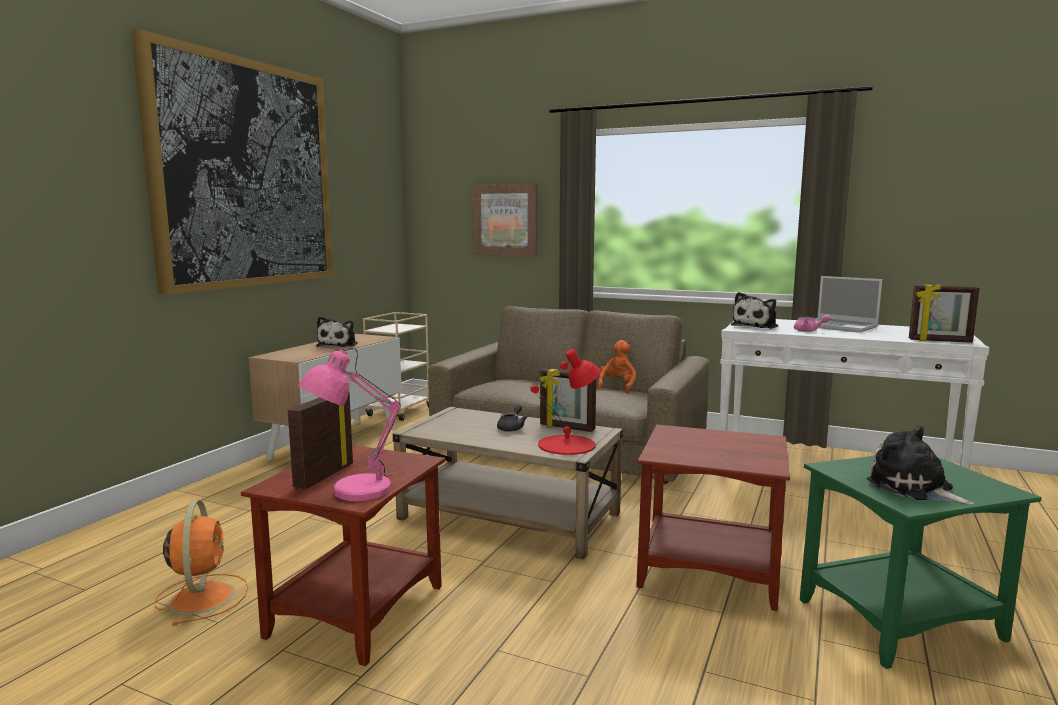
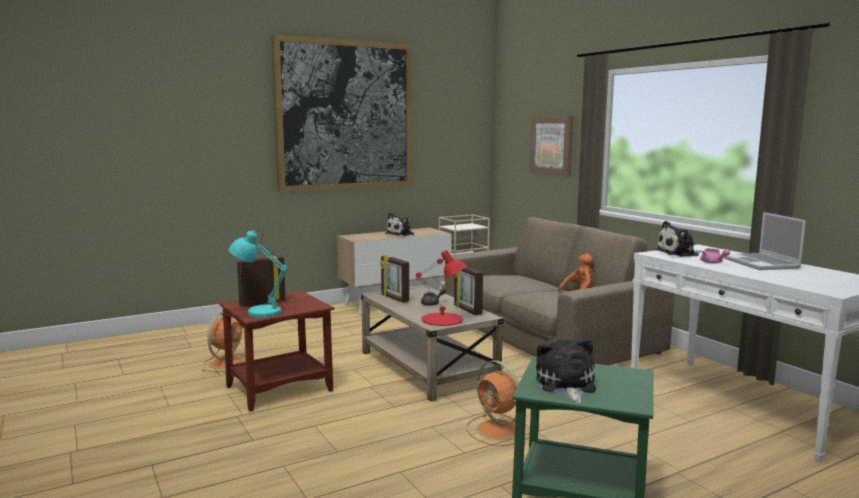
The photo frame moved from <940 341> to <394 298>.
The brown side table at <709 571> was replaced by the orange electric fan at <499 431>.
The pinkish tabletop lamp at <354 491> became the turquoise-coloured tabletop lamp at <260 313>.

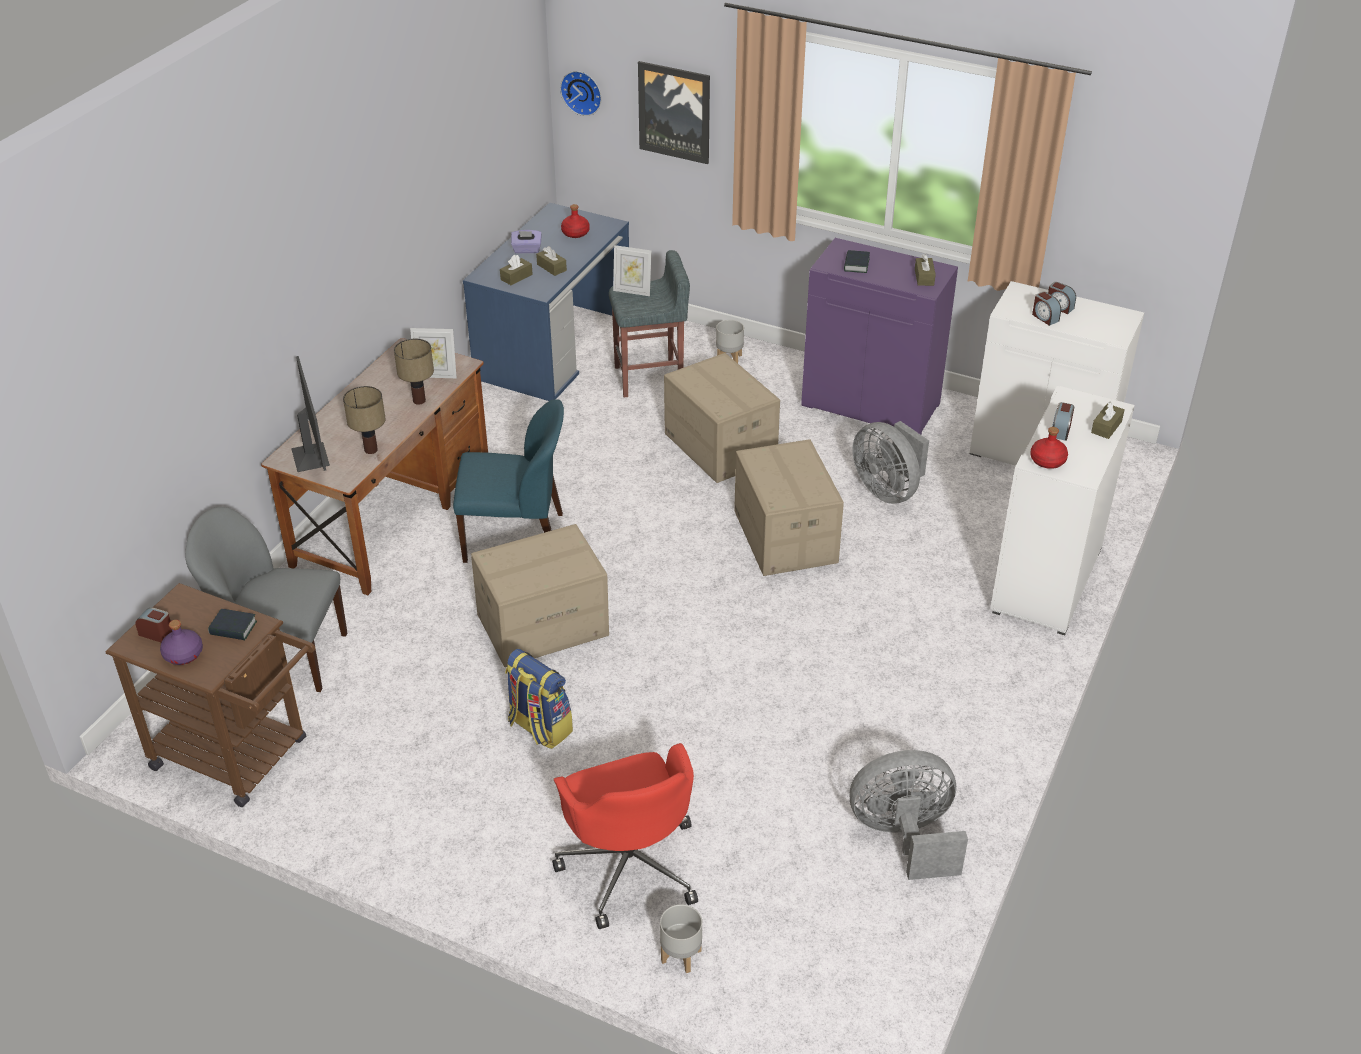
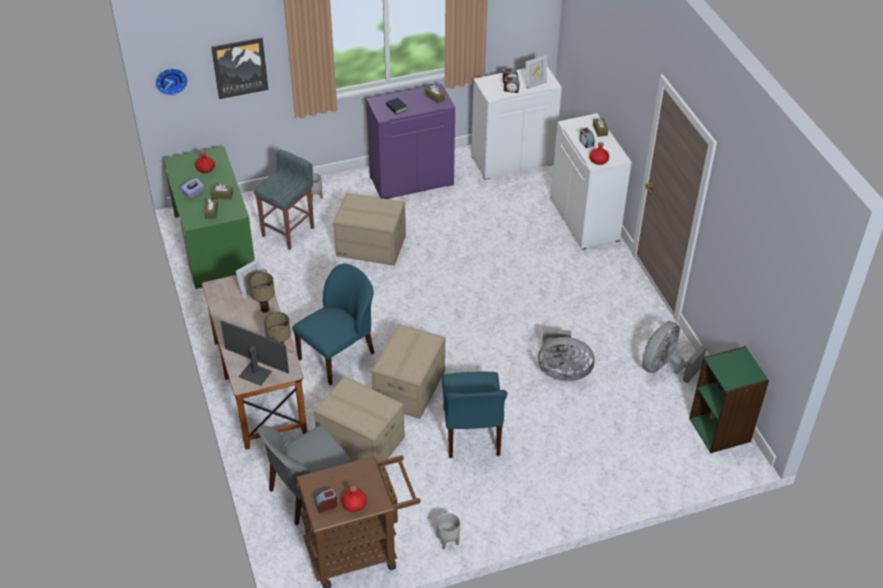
The book at <233 628> disappeared.
The red office chair at <630 865> disappeared.
The green bookshelf at <720 430> appeared.
The photo frame moved from <632 291> to <535 84>.
The grey plant pot moved from <680 956> to <448 540>.
The packing box moved from <784 537> to <360 441>.
The grey electric fan moved from <888 490> to <562 372>.
The backpack at <539 727> was replaced by the blue-coloured chair at <471 433>.
The purplish drink bottle at <184 654> became the red drink bottle at <354 504>.
The blue-coloured desk table at <553 347> became the green desk table at <214 244>.

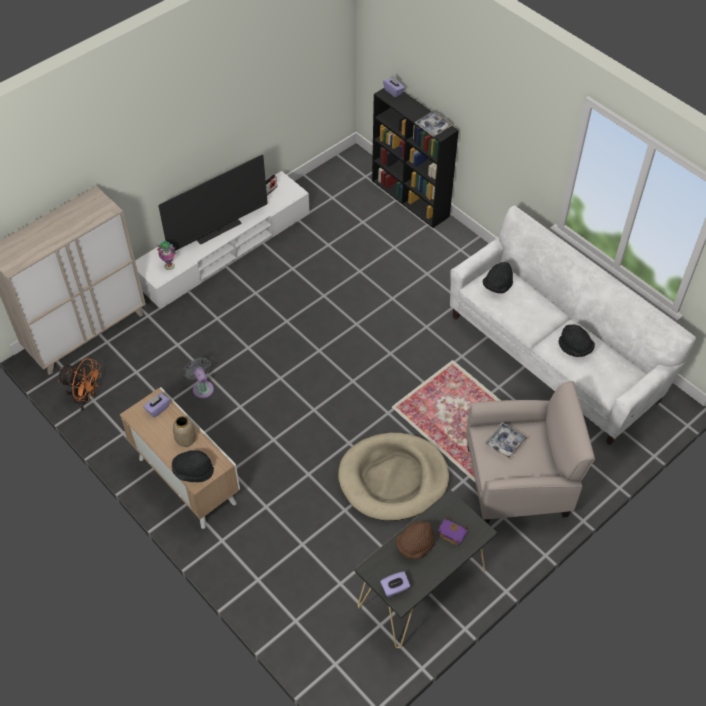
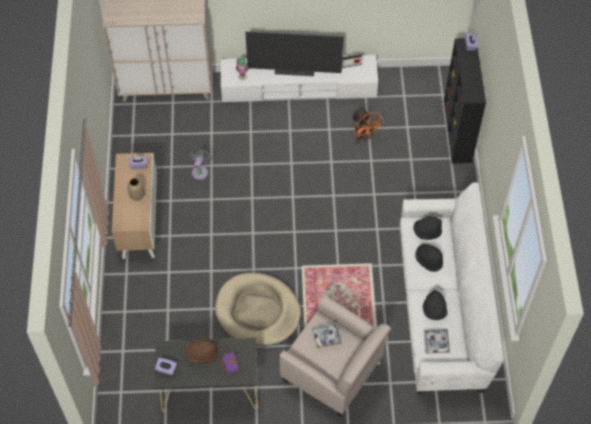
The orange electric fan moved from <86 398> to <363 137>.
The black hat moved from <193 471> to <428 260>.
The tray moved from <433 126> to <436 342>.

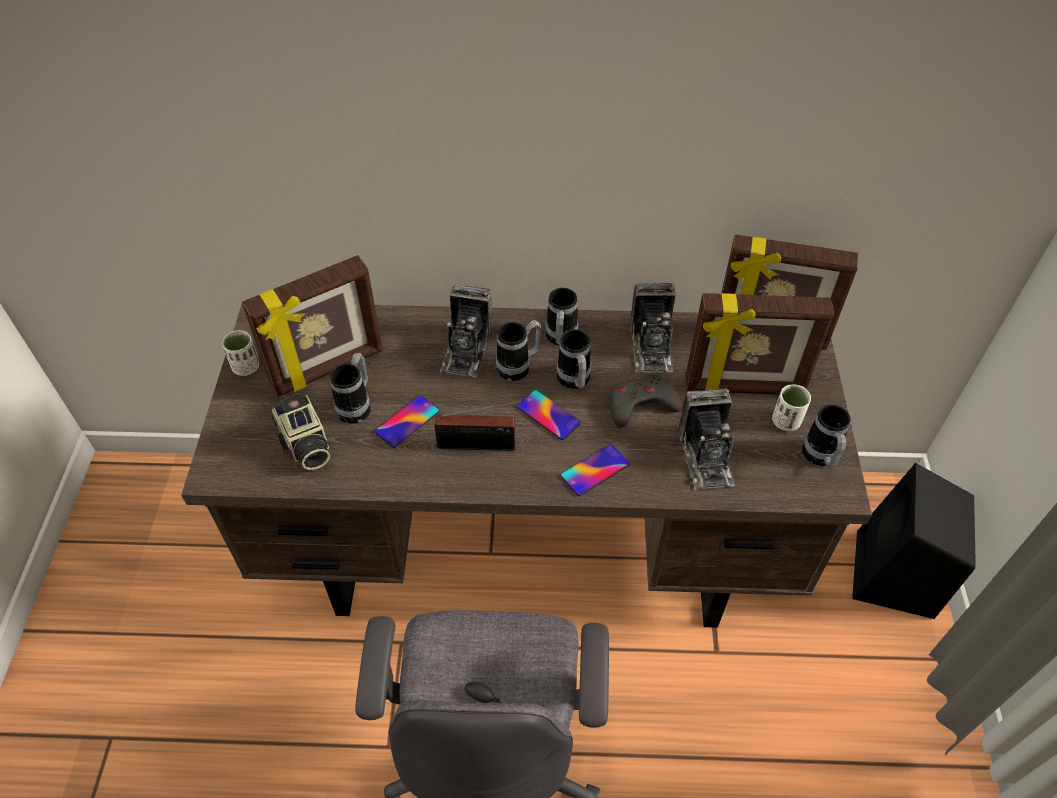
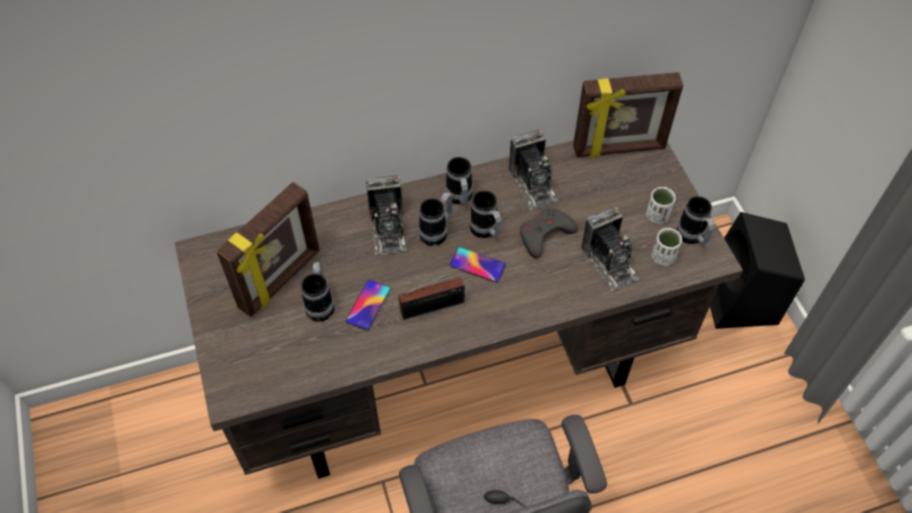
The photo camera at <305 445> disappeared.
The handset at <595 470> disappeared.
The photo frame at <744 388> disappeared.
The white-coloured cup moved from <246 367> to <663 257>.

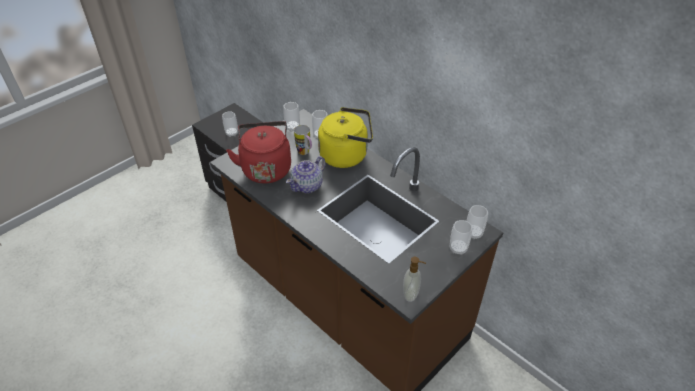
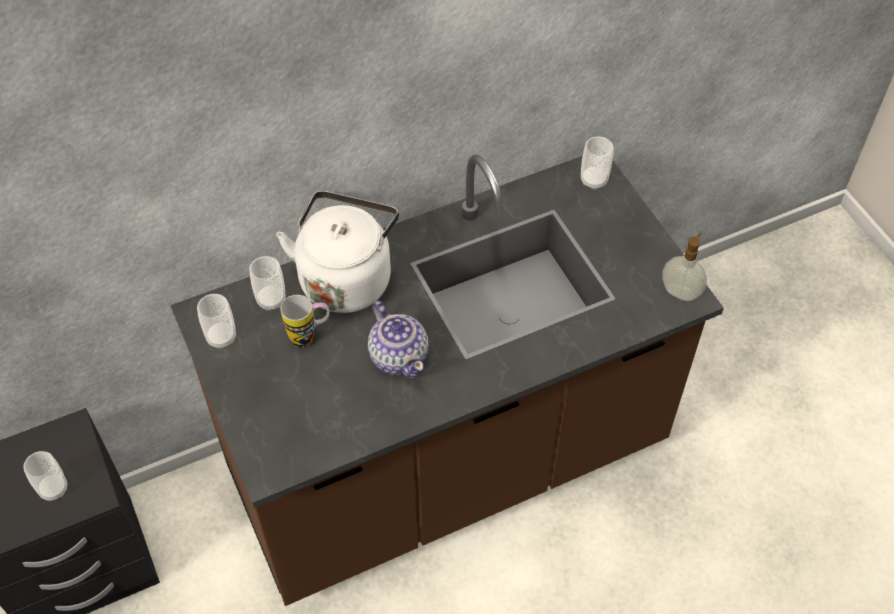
The red water kettle at <266 168> disappeared.
The cup at <458 248> disappeared.
The yellowish water kettle at <346 155> became the white-coloured water kettle at <346 277>.

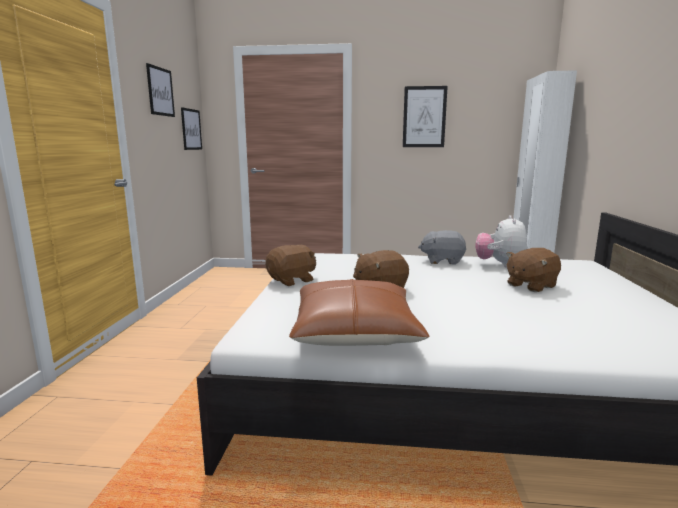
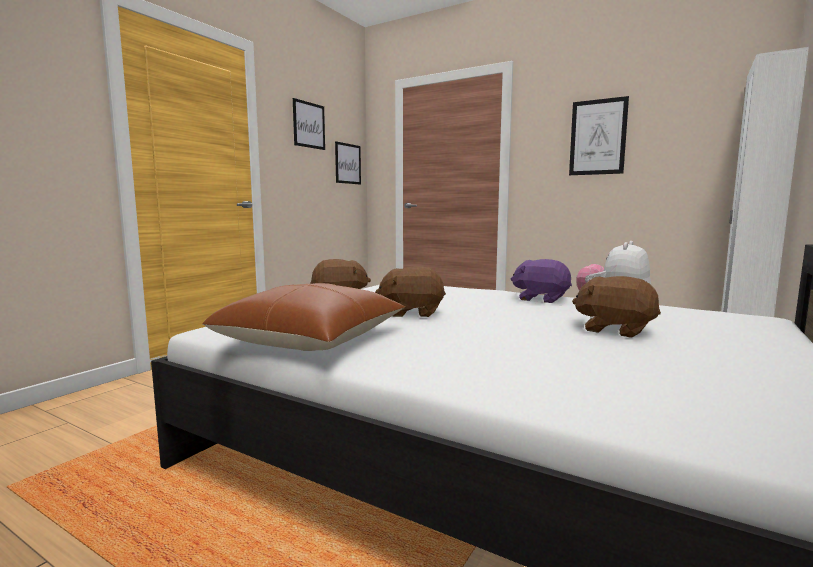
The grey soft toy at <442 261> became the purplish soft toy at <541 299>.
The brown soft toy at <530 285> turned 45 degrees clockwise.

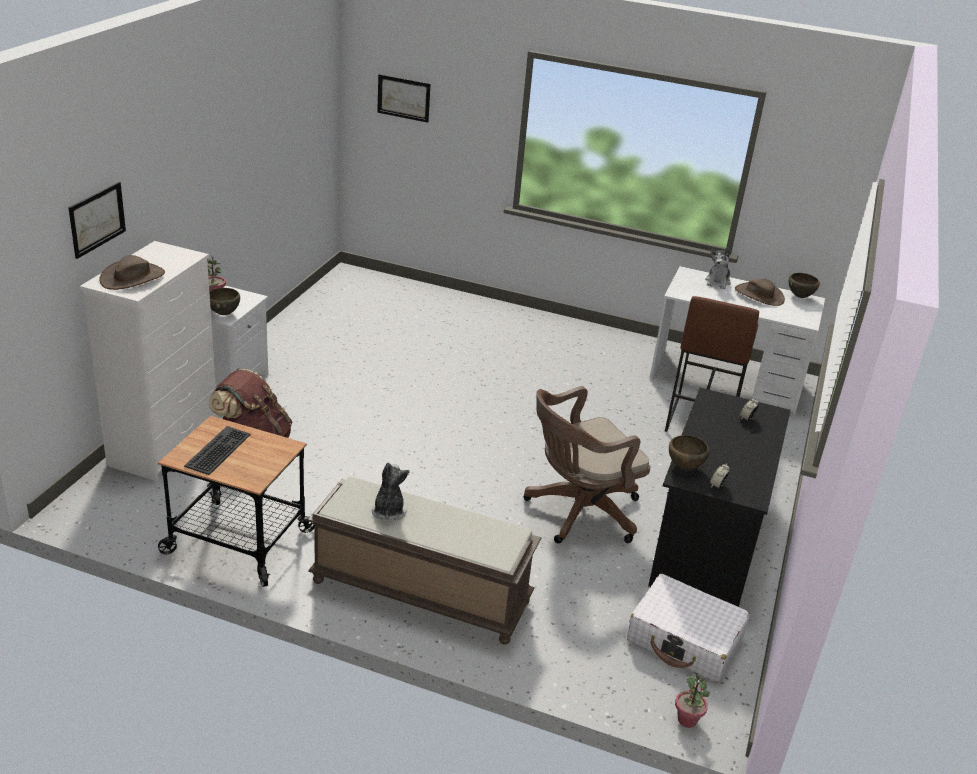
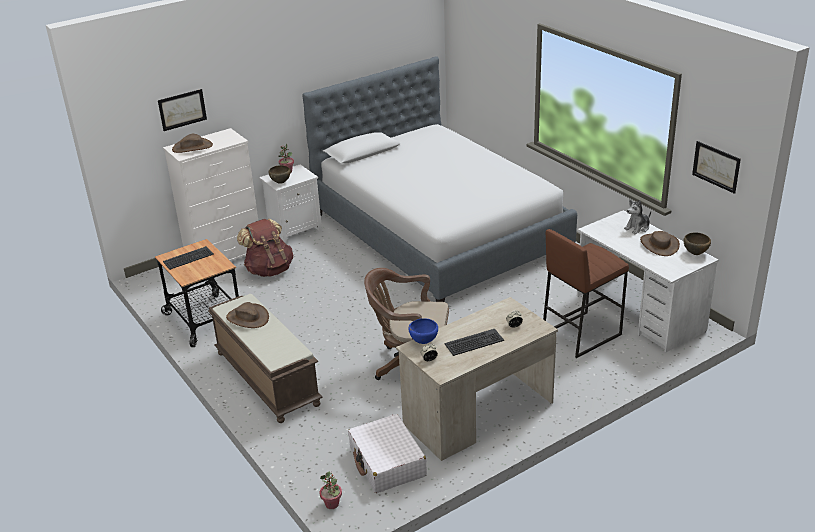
The bed at <438 232> appeared.
The PC keyboard at <474 343> appeared.
The wall art moved from <403 98> to <716 166>.
The soft toy at <388 511> was replaced by the brown hat at <247 318>.
The black desk table at <708 543> became the beige-coloured desk table at <478 414>.
The brown serving bowl at <684 467> became the blue-coloured serving bowl at <423 342>.

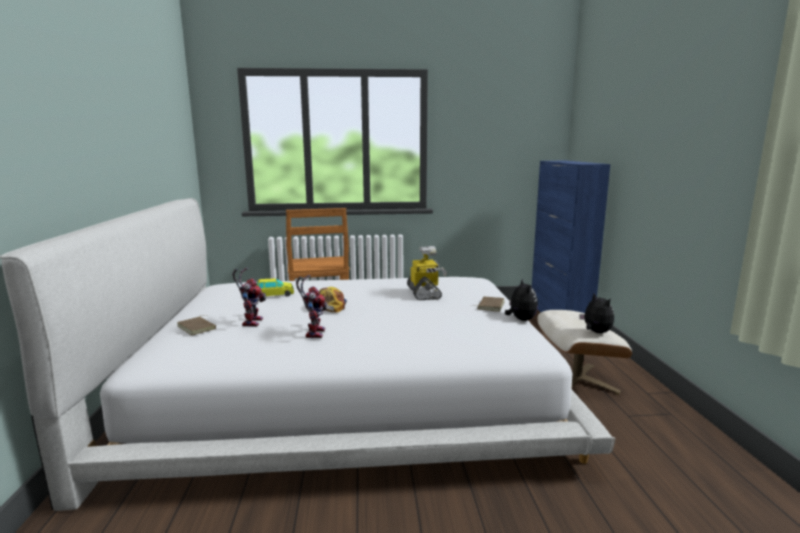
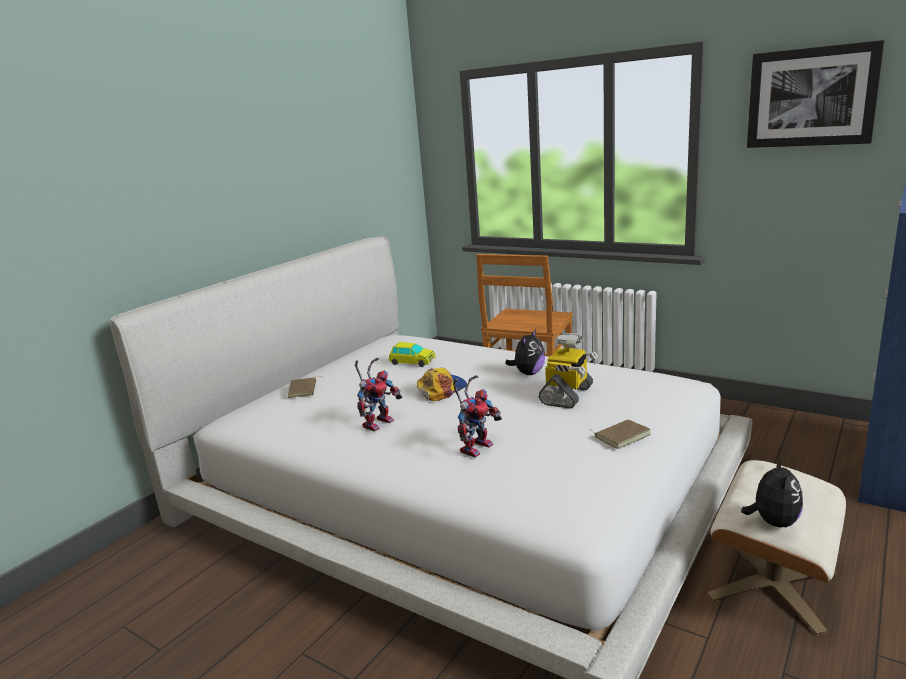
The wall art at <811 97> appeared.
The toy robot moved from <251 321> to <476 446>.
The soft toy moved from <520 319> to <528 373>.

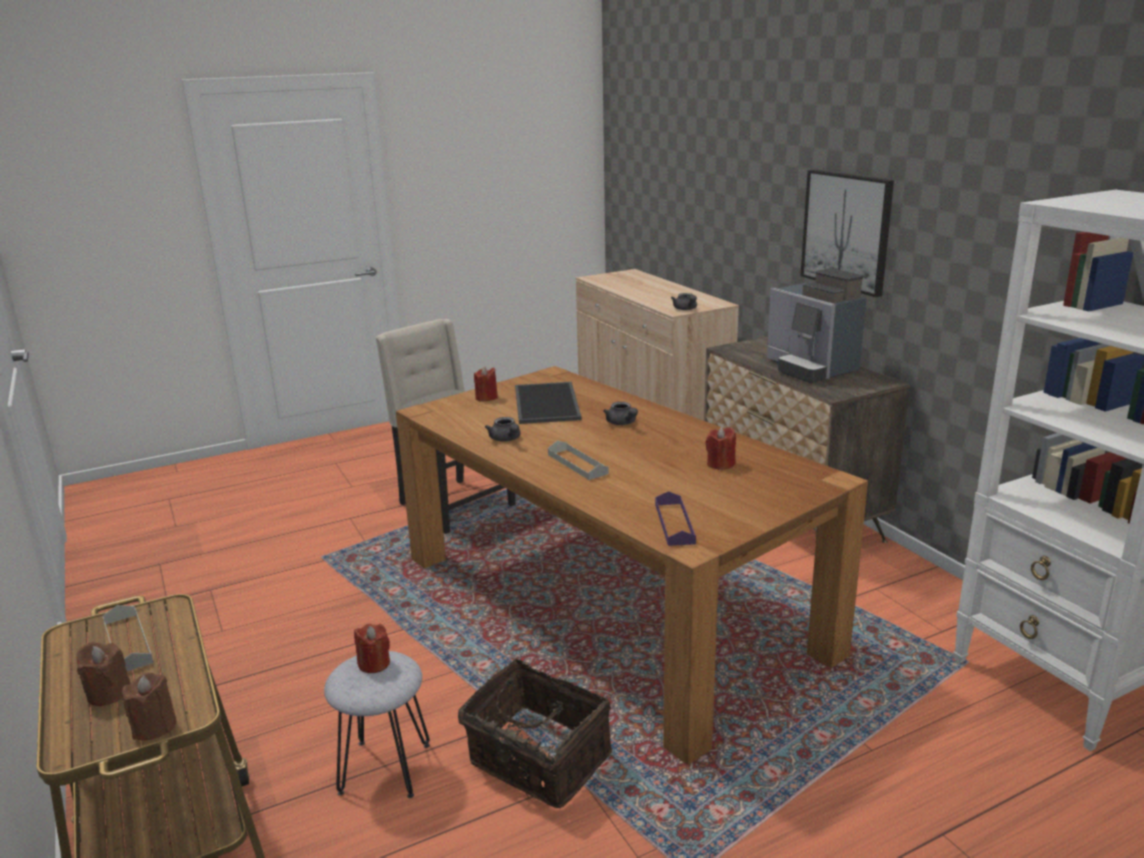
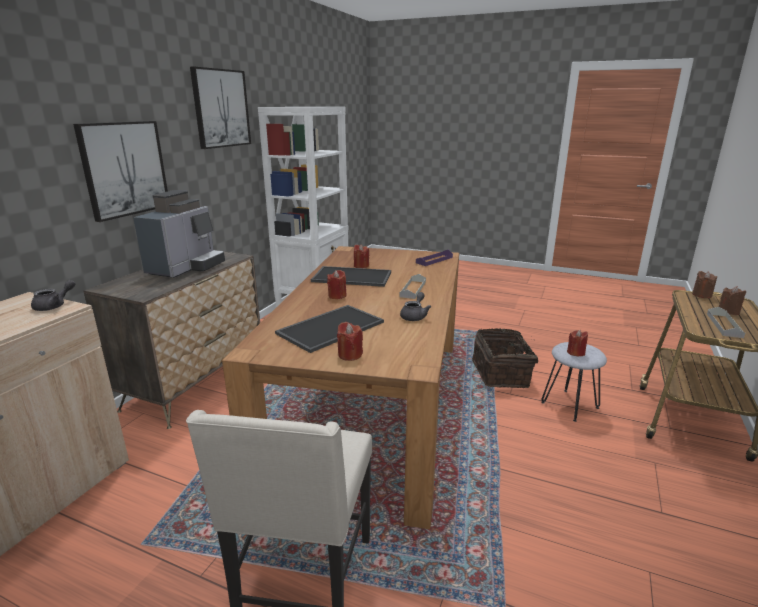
The wall art at <221 108> appeared.
The tray at <351 277> appeared.
The grey tea pot at <622 423> was replaced by the red wax candle at <337 296>.

